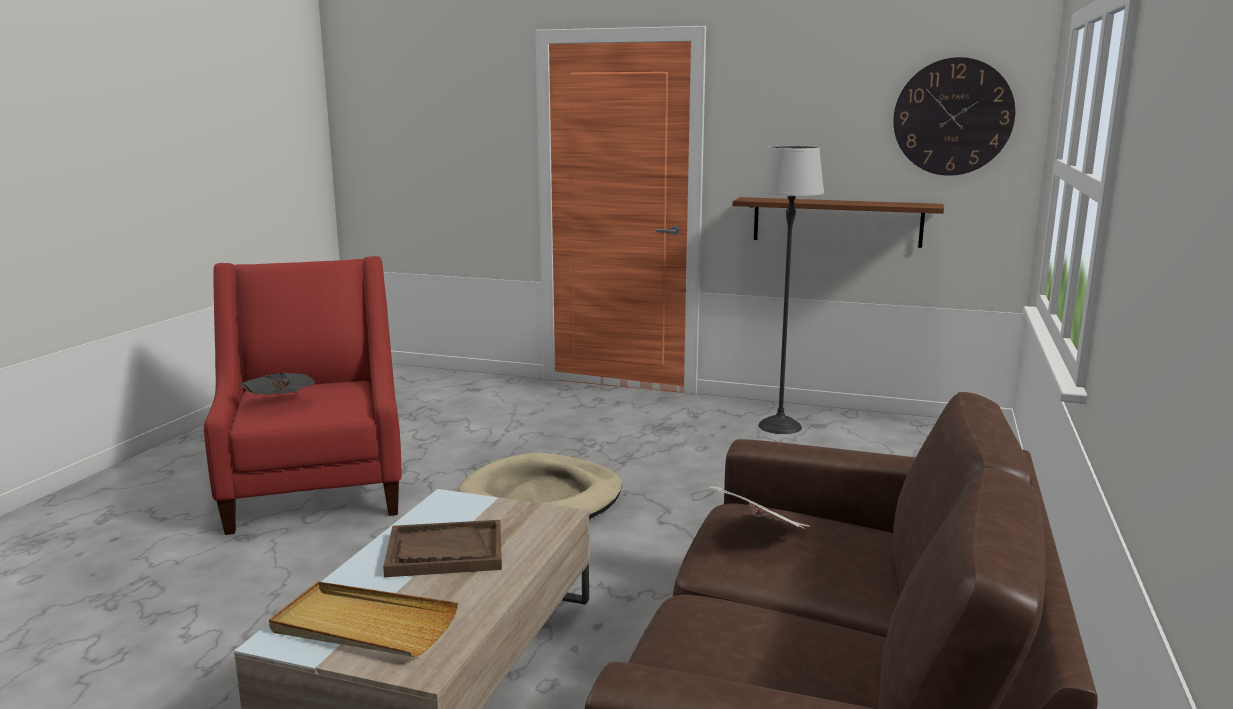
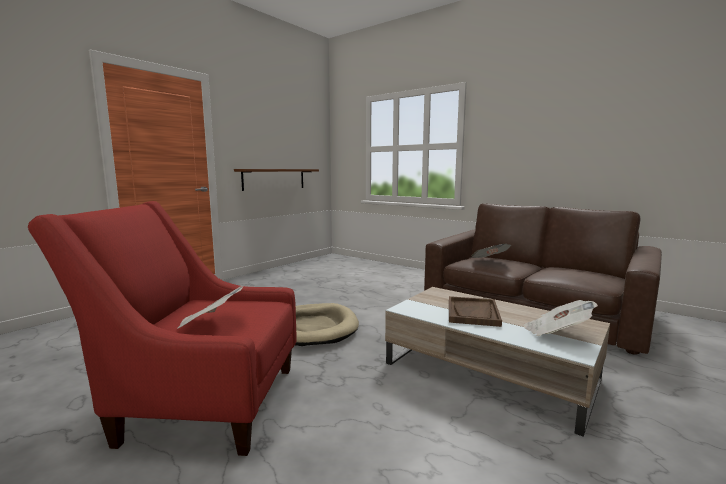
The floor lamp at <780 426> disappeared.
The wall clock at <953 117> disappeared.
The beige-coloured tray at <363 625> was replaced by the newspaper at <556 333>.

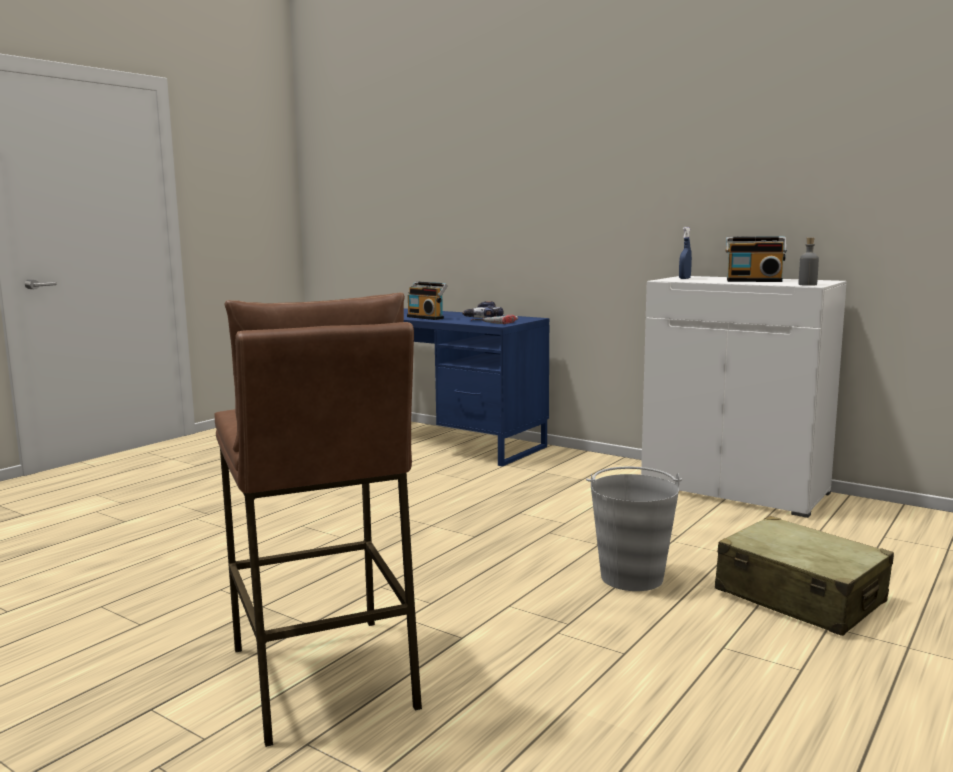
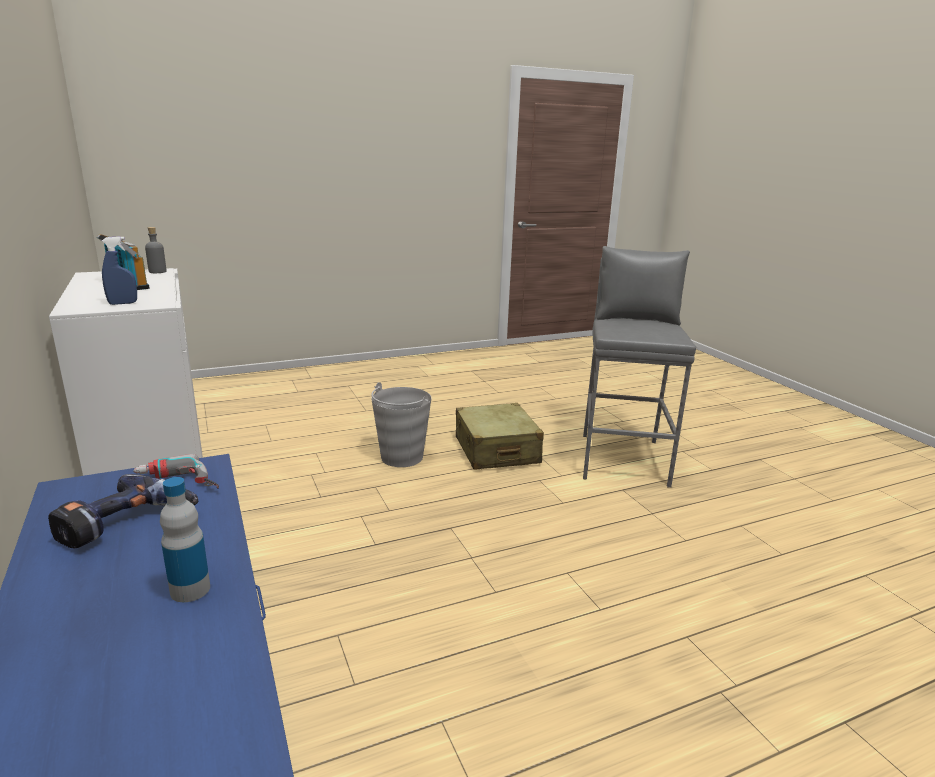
The beige-coloured piece of luggage moved from <800 597> to <496 450>.
The radio receiver at <426 317> was replaced by the drink bottle at <190 589>.
The brown stool at <323 677> became the grey stool at <623 459>.

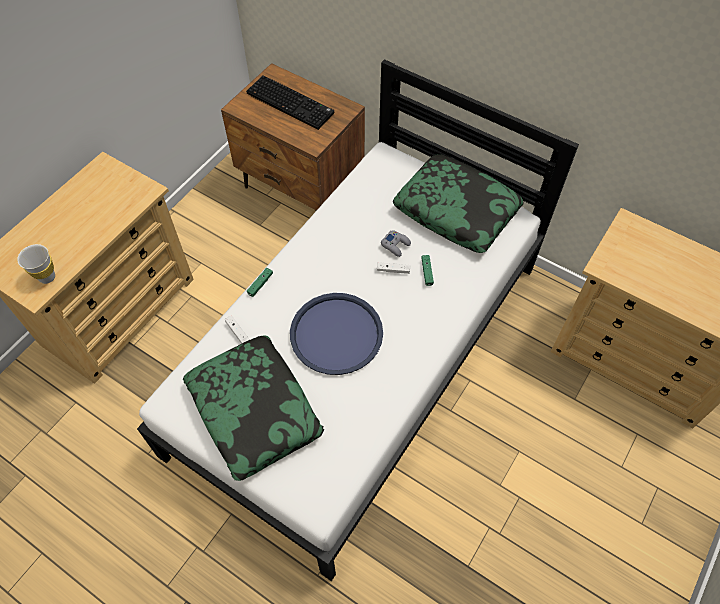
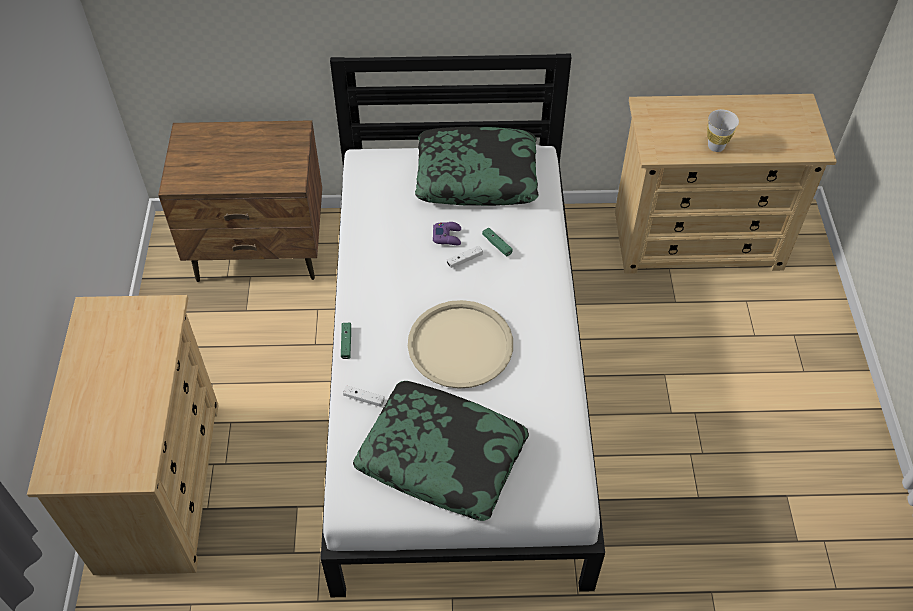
The PC keyboard at <291 103> disappeared.
The white-coloured cup moved from <47 277> to <716 146>.
The blue-coloured tray at <336 334> became the beige-coloured tray at <460 345>.
The grey game controller at <395 245> became the purplish game controller at <447 236>.

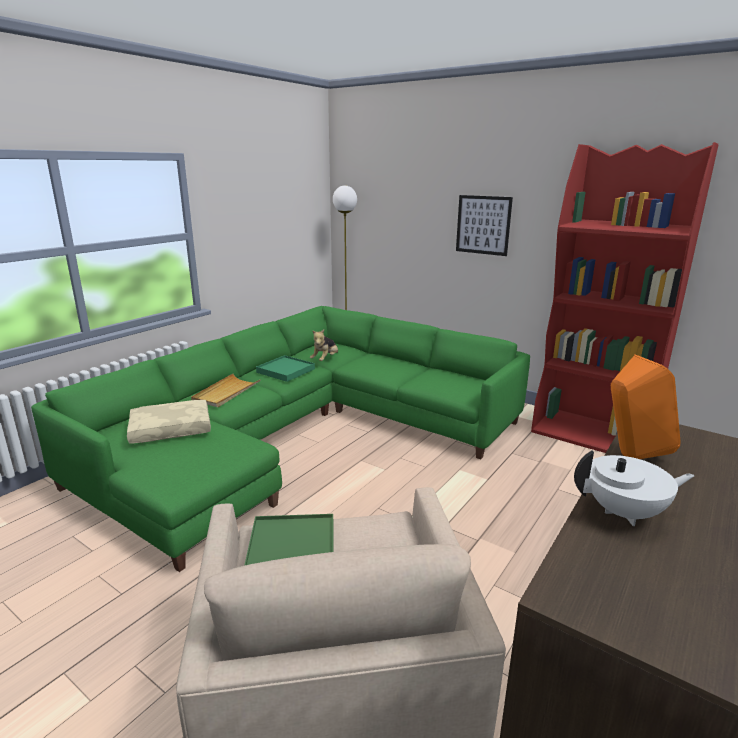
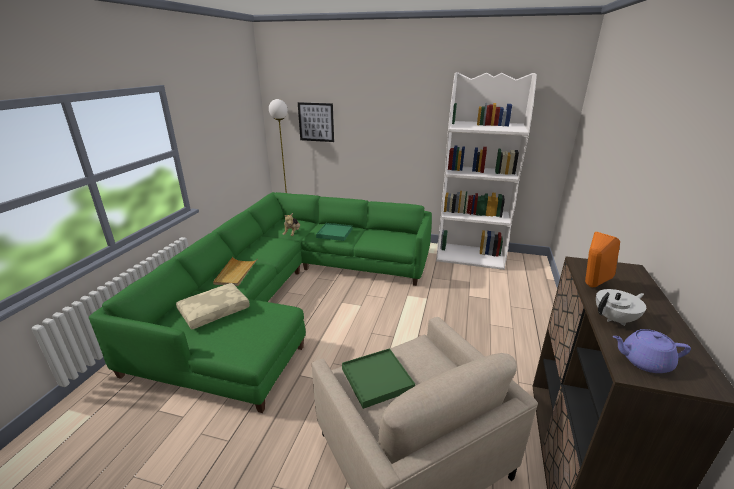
The purplish tea pot at <644 361> appeared.
The green tray moved from <285 370> to <334 233>.
The wall art moved from <483 225> to <316 122>.
The red bookshelf at <592 435> became the white-coloured bookshelf at <470 256>.

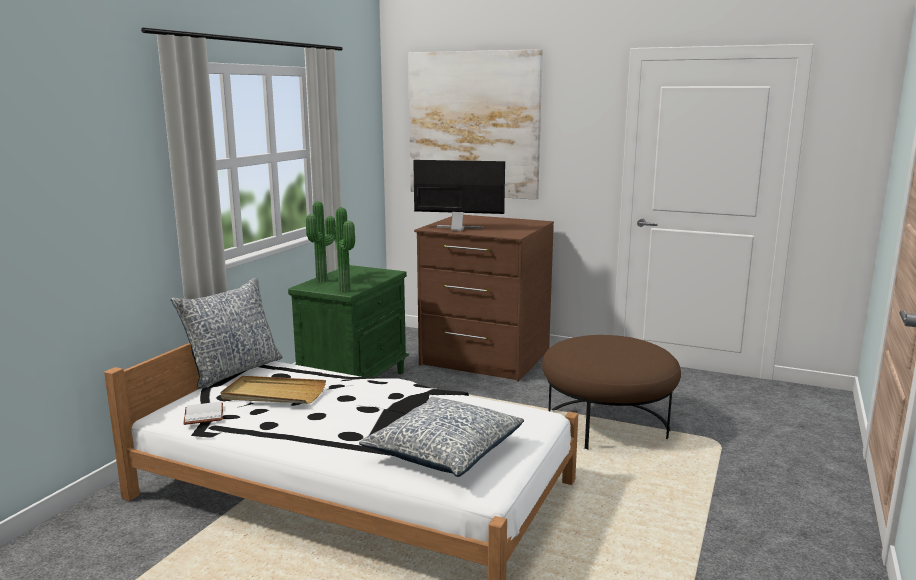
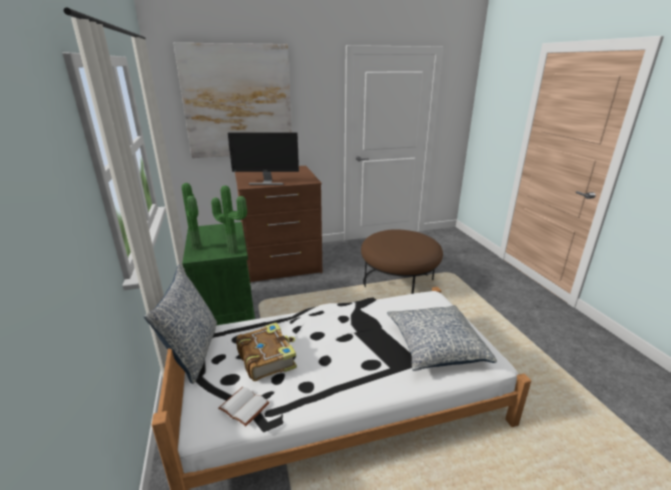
The beige-coloured tray at <273 394> was replaced by the book at <267 358>.
The computer screen at <458 229> turned 150 degrees counterclockwise.

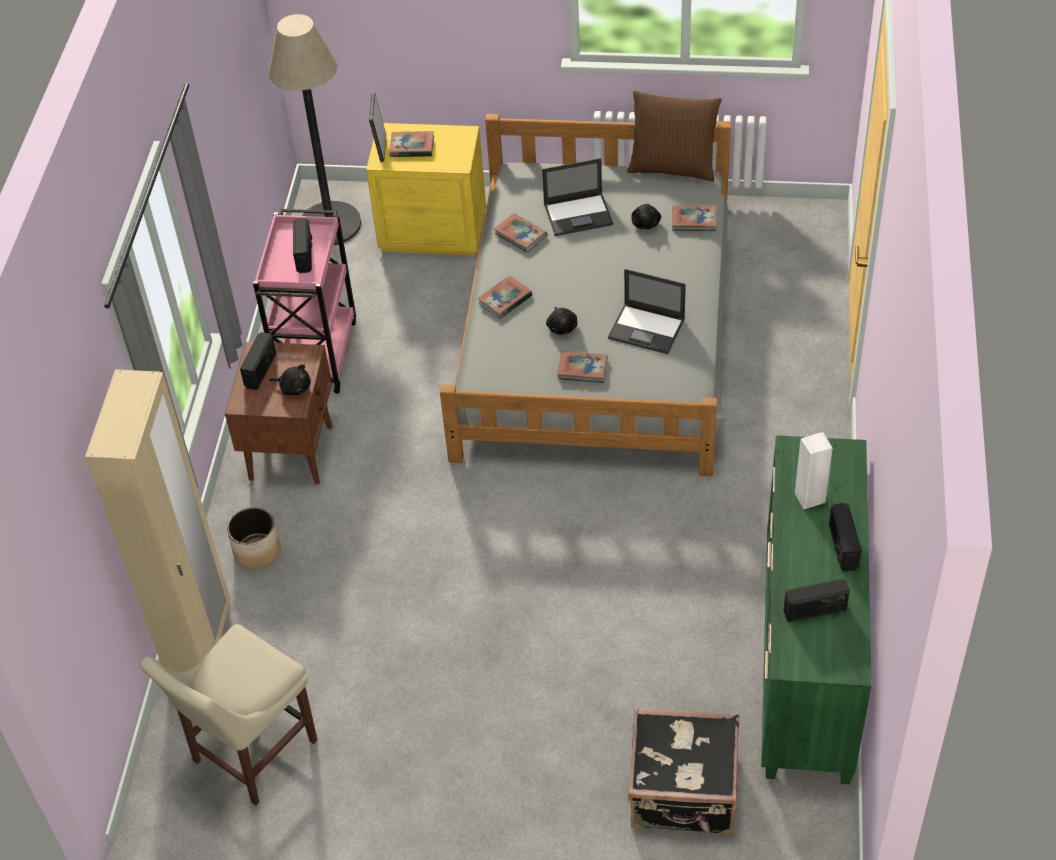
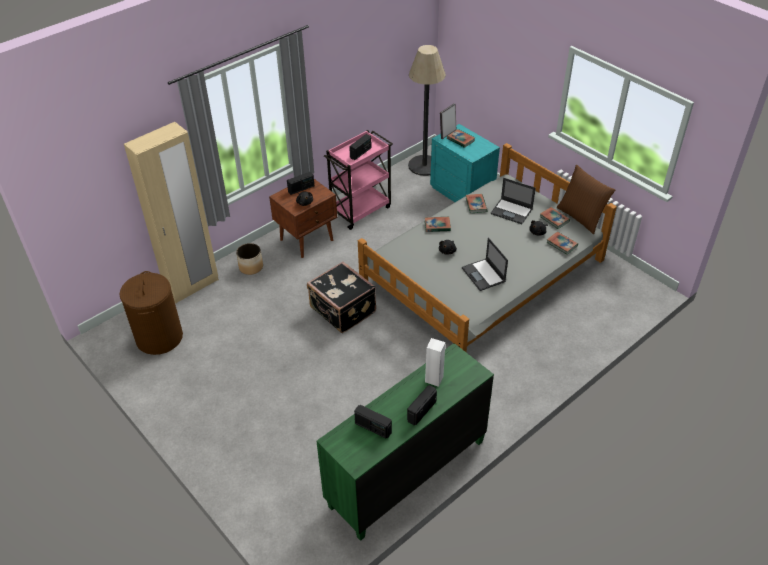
The book moved from <582 369> to <554 219>.
The black piece of luggage moved from <684 793> to <342 311>.
The beige-coloured chair at <250 754> was replaced by the brown washing basket at <159 337>.
The yellowish bedside table at <433 230> became the turquoise-coloured bedside table at <462 191>.

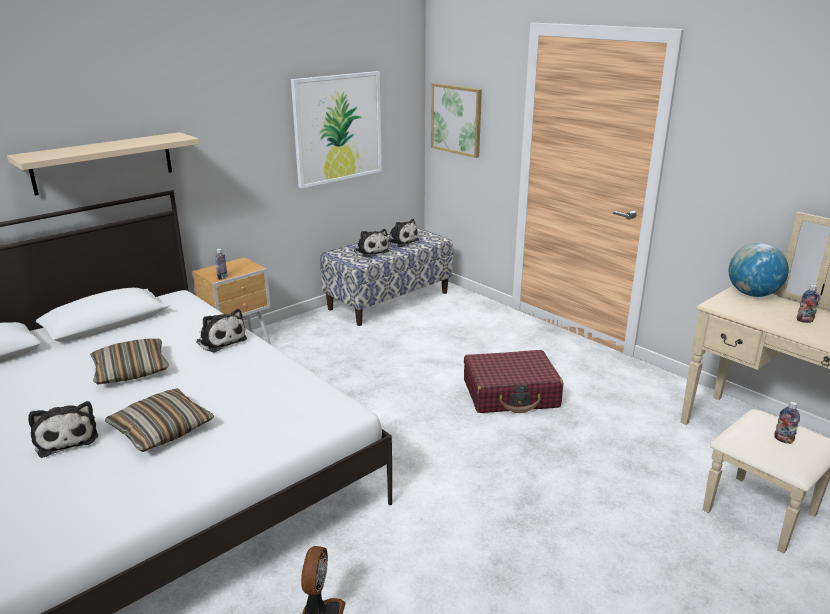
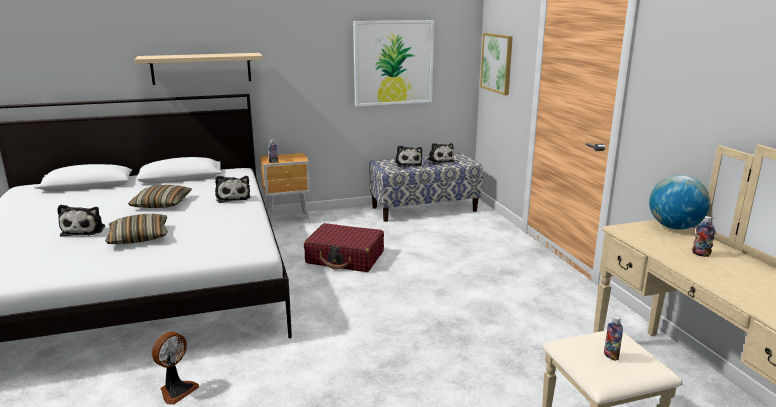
The red piece of luggage moved from <511 394> to <345 258>.

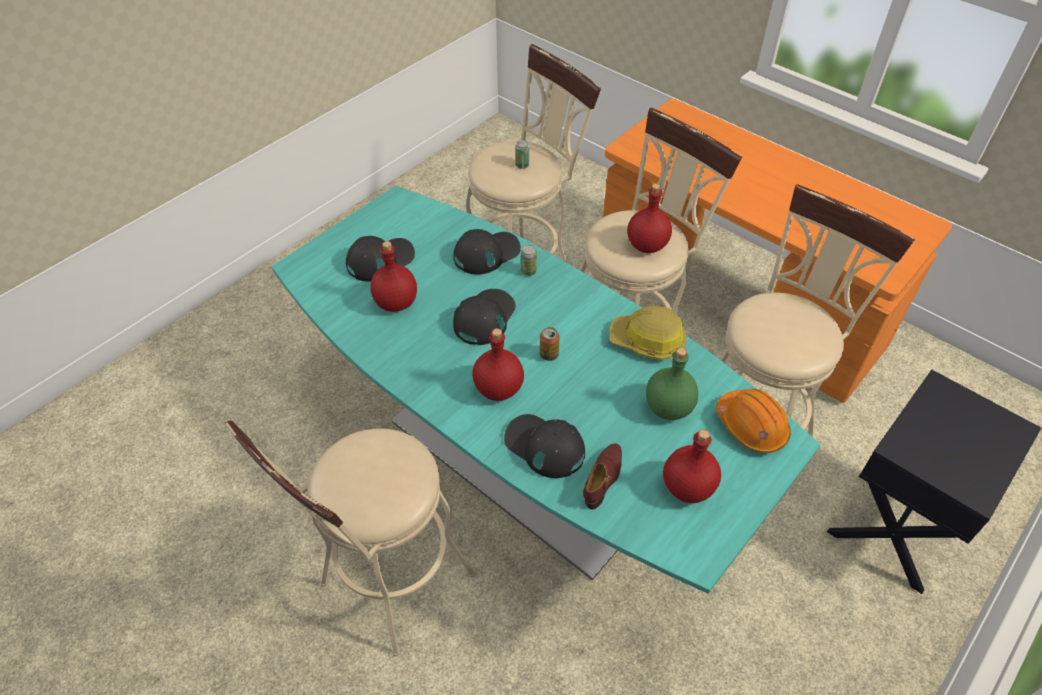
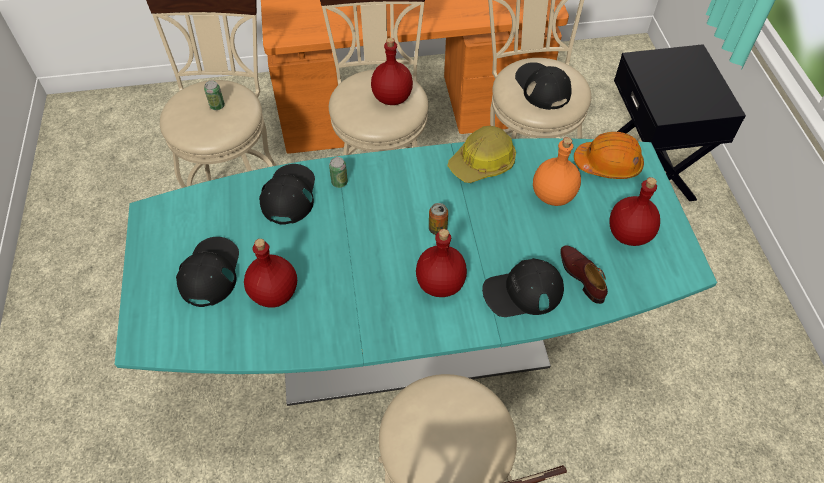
The black peaked cap moved from <484 318> to <542 87>.
The green drink bottle at <668 408> became the orange drink bottle at <553 196>.

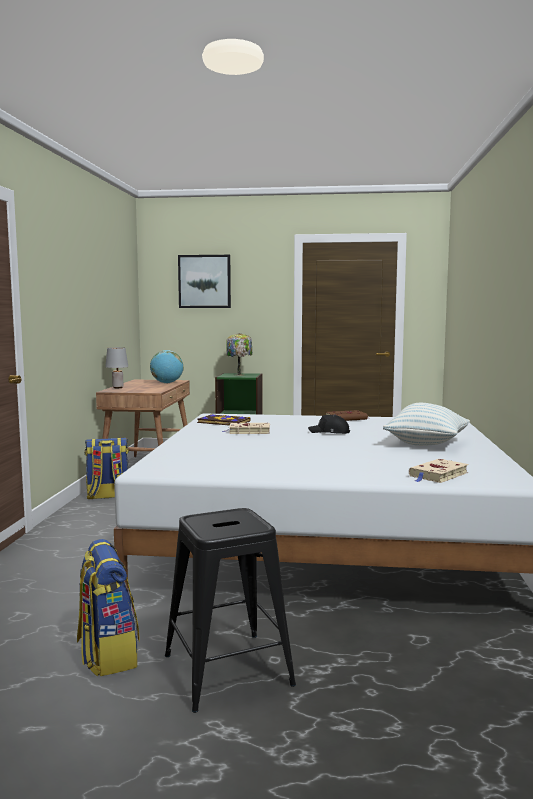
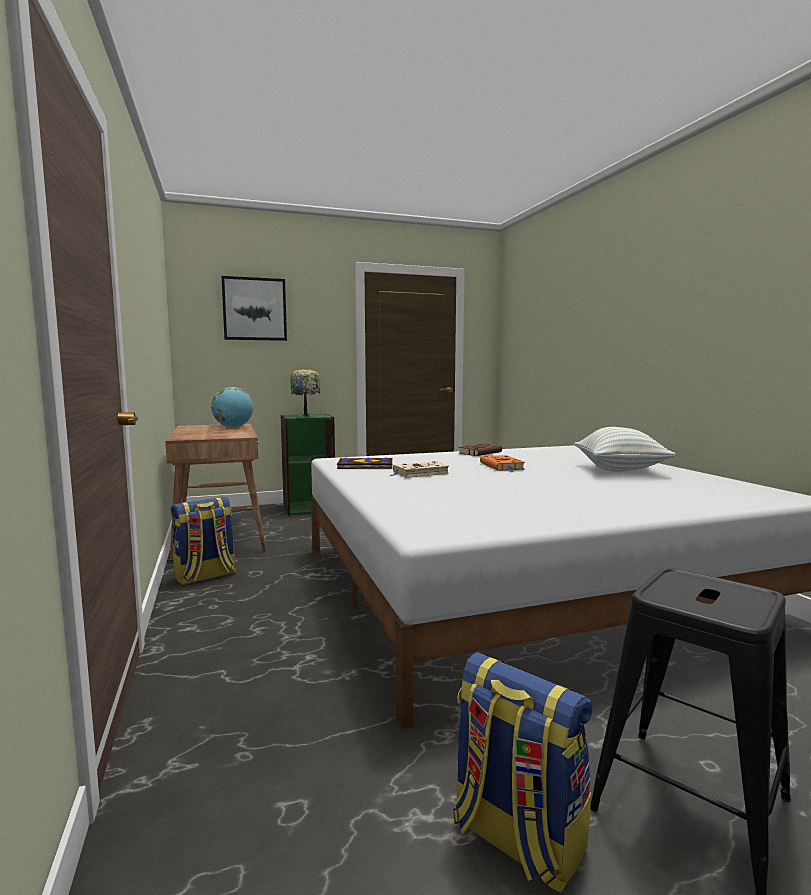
The grey tabletop lamp at <117 387> disappeared.
The beige-coloured book at <438 475> disappeared.
The black peaked cap at <329 432> was replaced by the orange book at <502 466>.

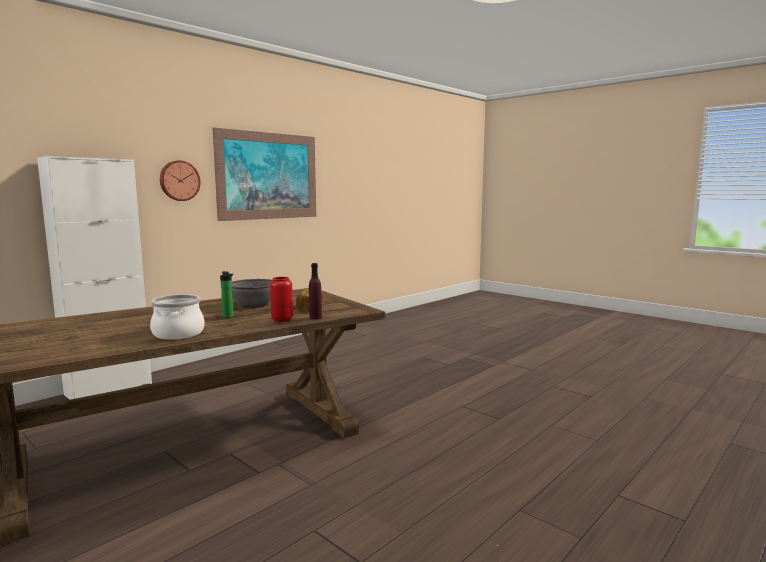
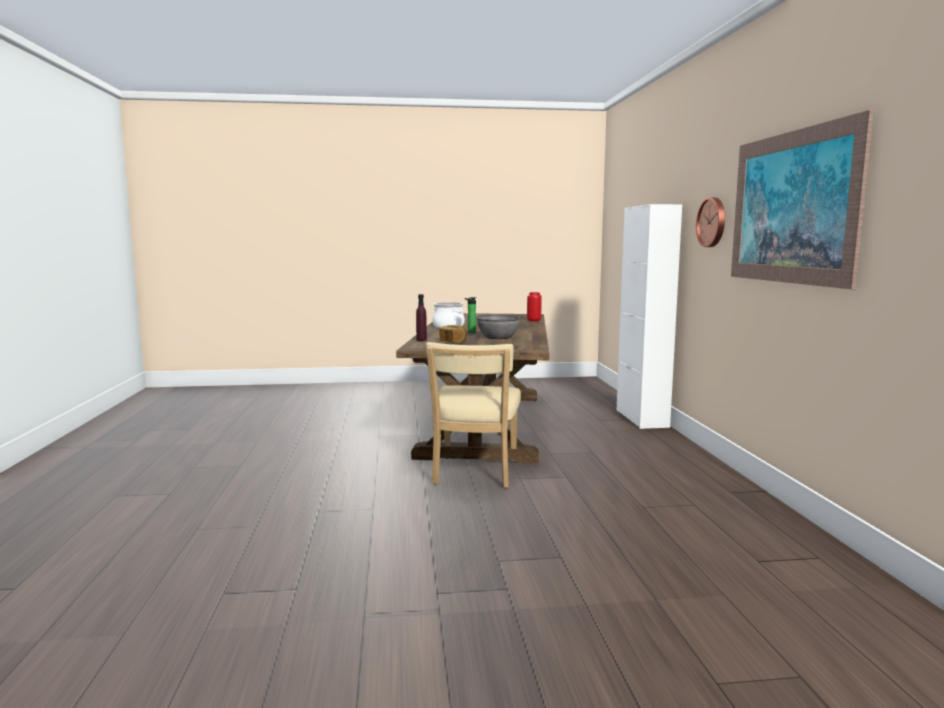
The beige-coloured chair at <474 474> appeared.
The red decorative vase moved from <282 320> to <534 320>.

